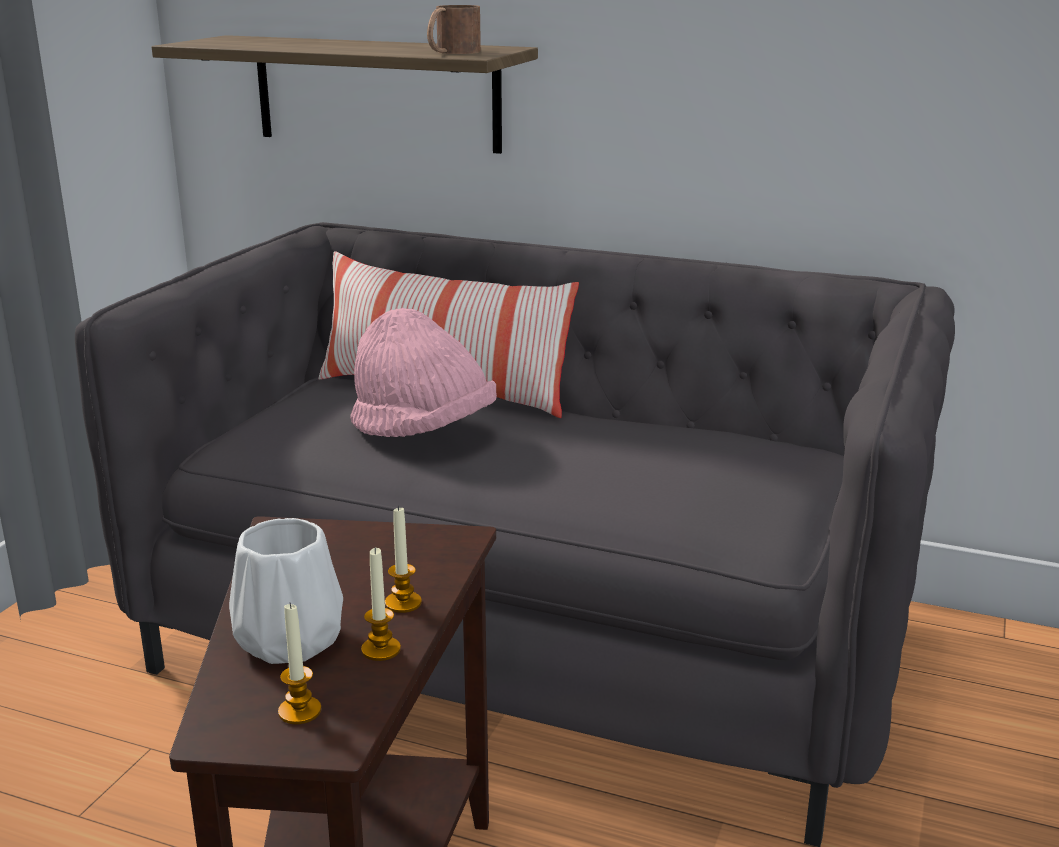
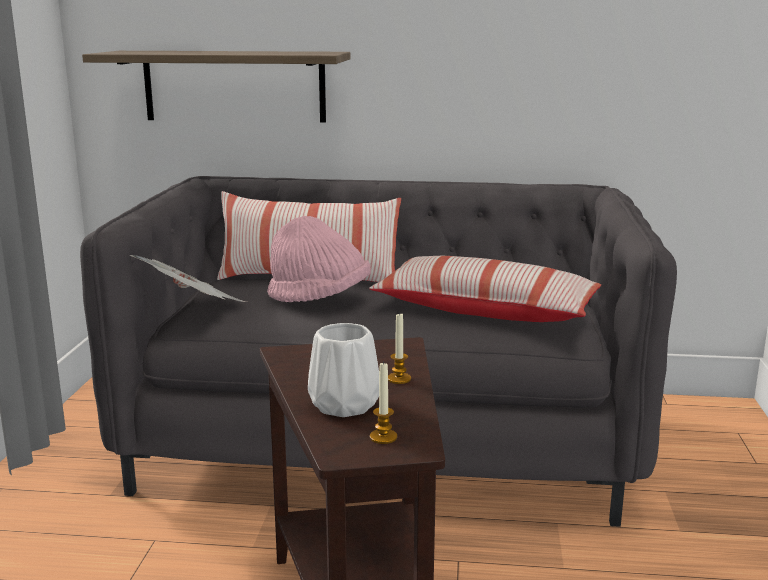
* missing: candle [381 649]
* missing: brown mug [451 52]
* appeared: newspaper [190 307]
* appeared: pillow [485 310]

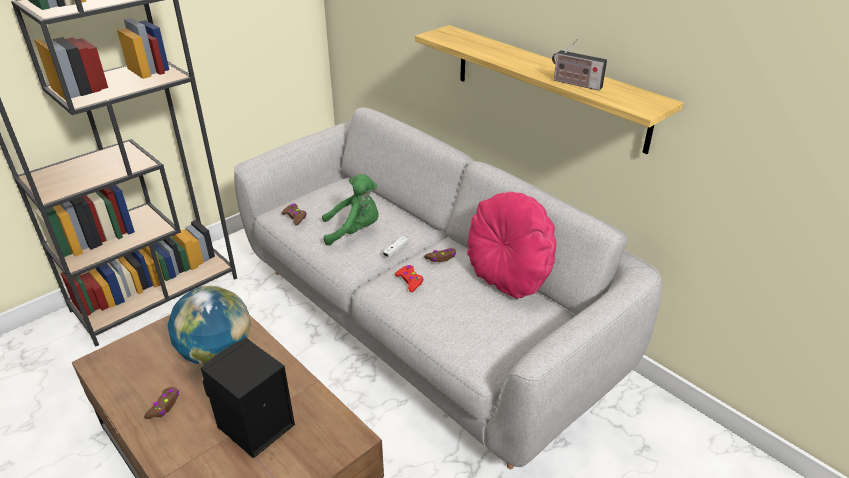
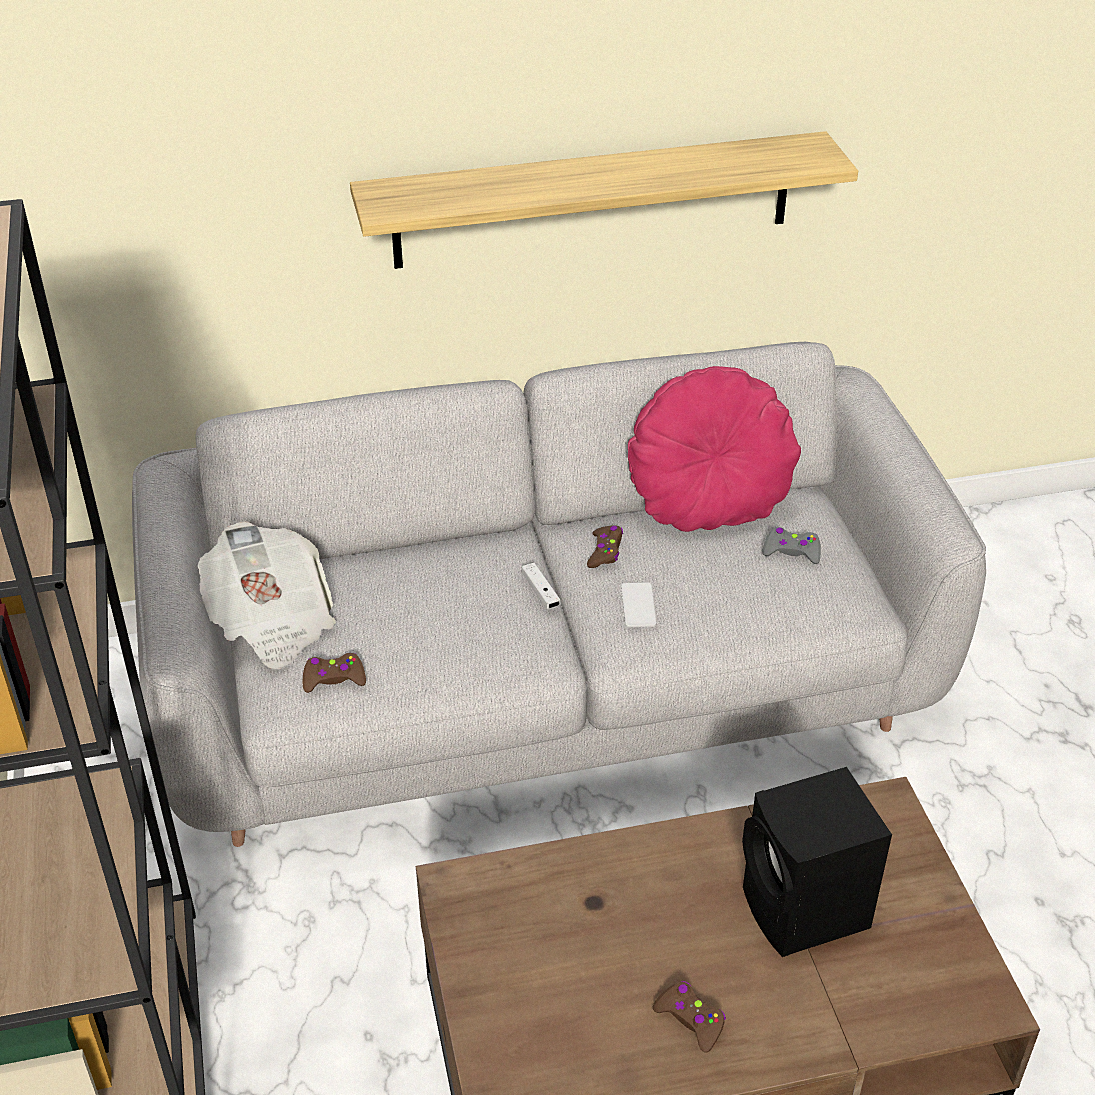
* missing: globe [217 353]
* missing: green plush toy [354 231]
* missing: radio [575 83]
* appeared: newspaper [271 621]
* appeared: grey game controller [791 551]
* exchanged: red game controller [410 281] to phone [638 606]

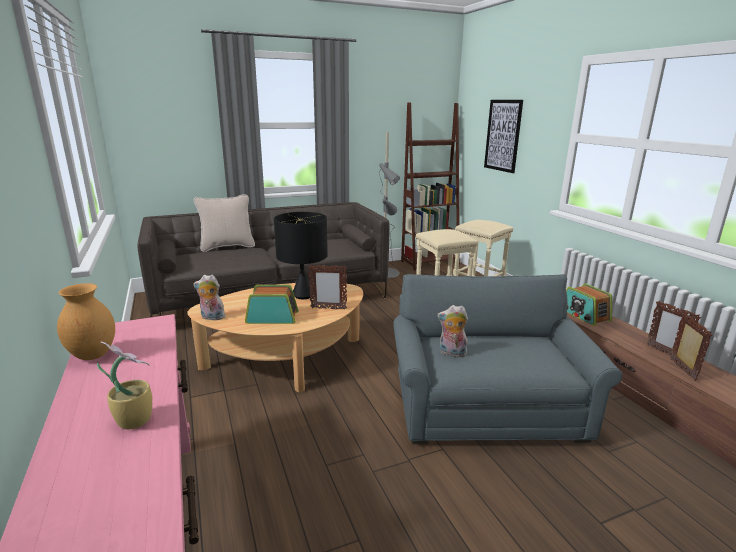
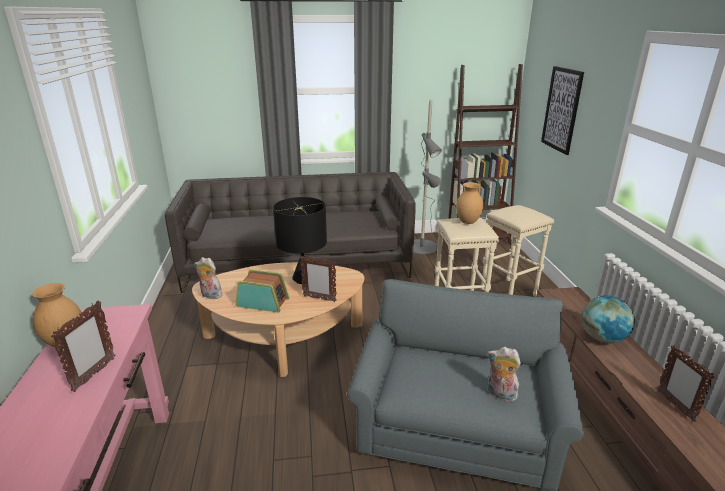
* missing: potted plant [134 419]
* missing: beige pillow [227 247]
* appeared: brown vase [467 222]
* relocated: plush toy [451 353] to [500 395]
* relocated: picture frame [682 370] to [94 374]
* exchanged: radio [584 315] to globe [602 338]

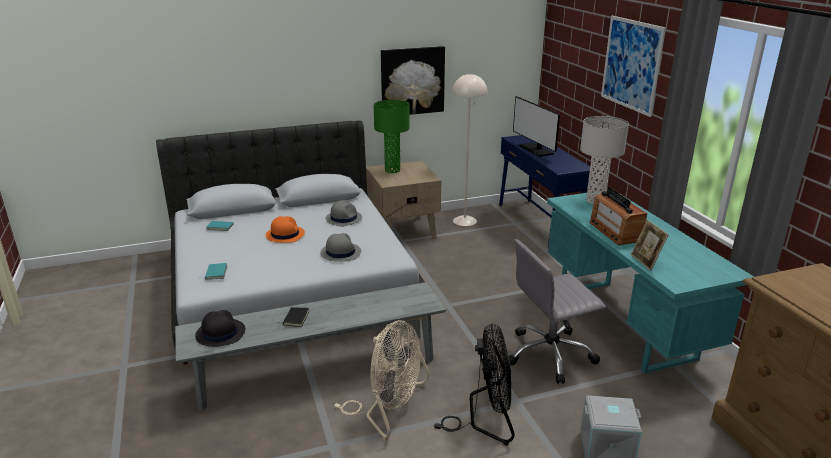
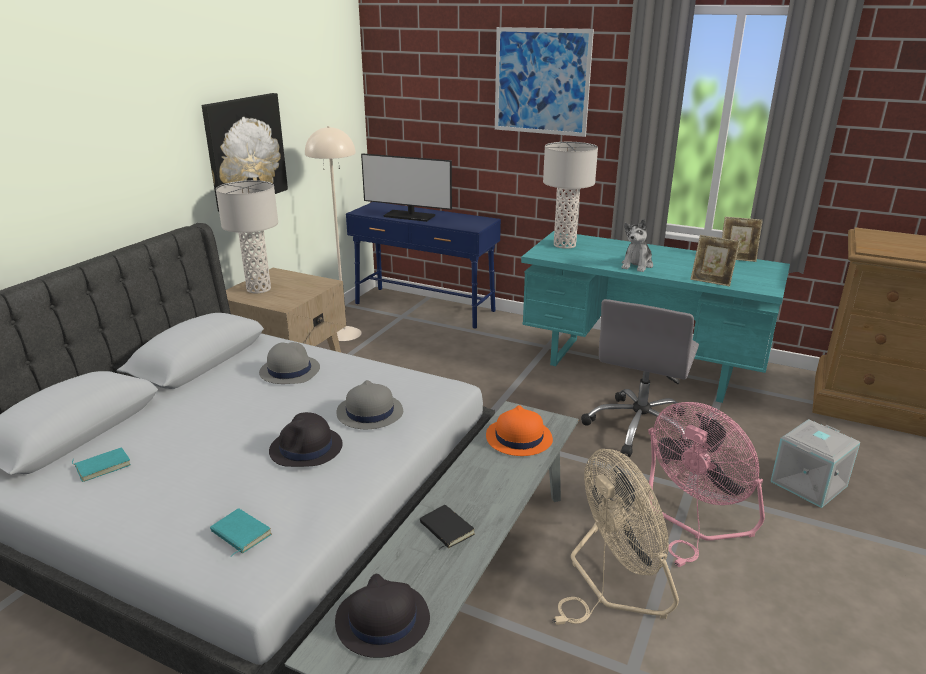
* appeared: black hat [306 449]
* appeared: picture frame [737 258]
* relocated: orange hat [285 234] to [518 438]
* exchanged: radio [615 231] to plush toy [637 265]
* colour: green table lamp [392 170] to white table lamp [258 289]
* colour: black fan [484 414] to pink fan [690 520]

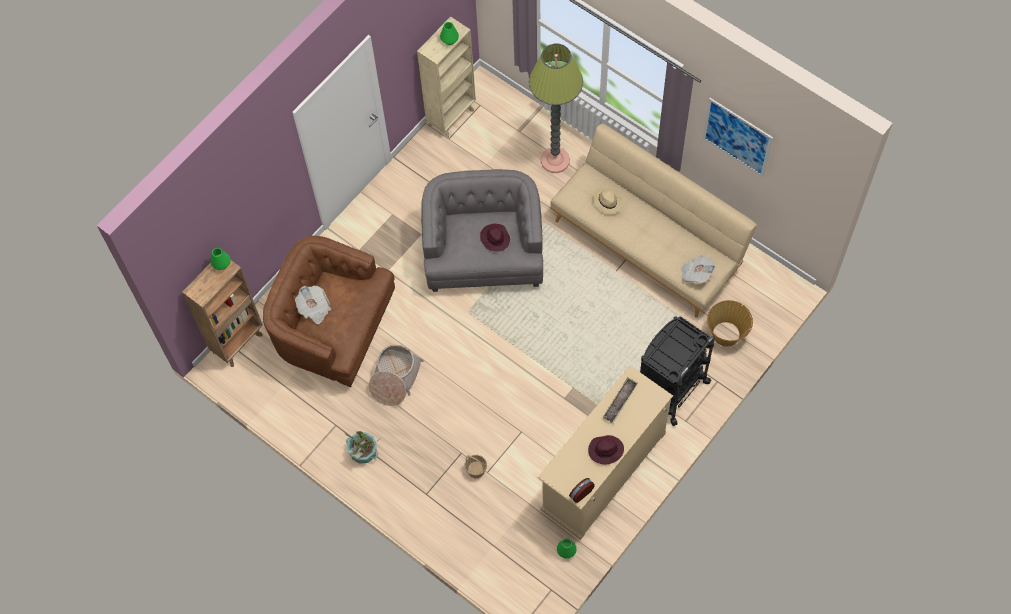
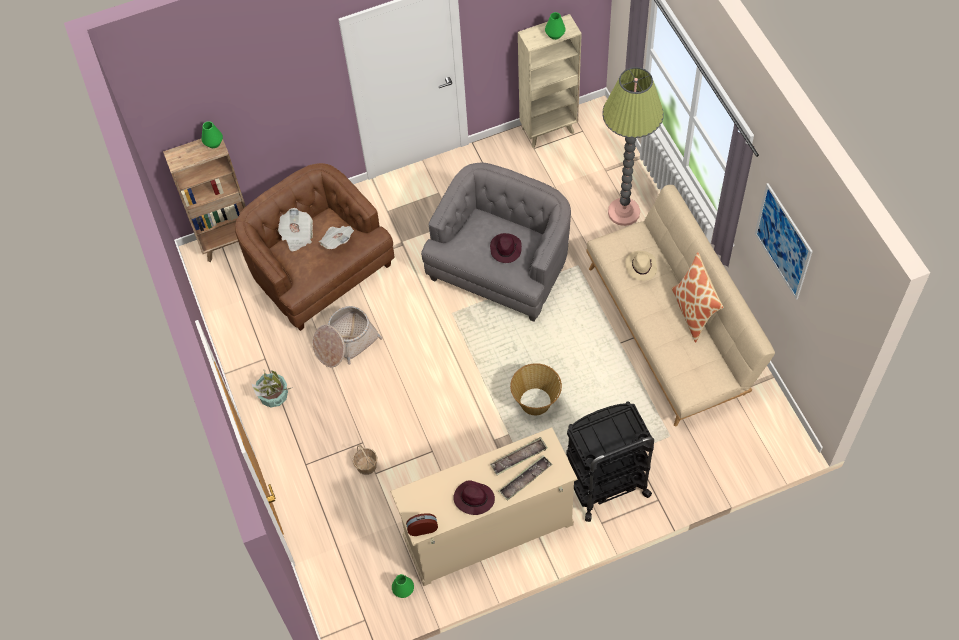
* appeared: tray [525 479]
* appeared: pillow [693 312]
* relocated: newspaper [696 273] to [337 241]
* relocated: basket [726 334] to [536 402]

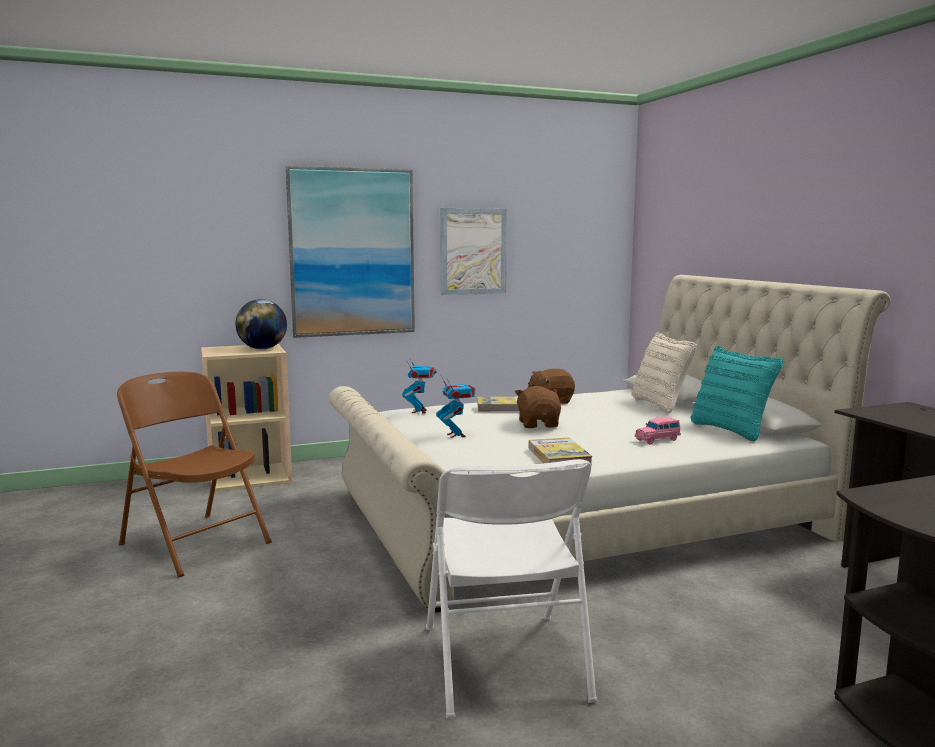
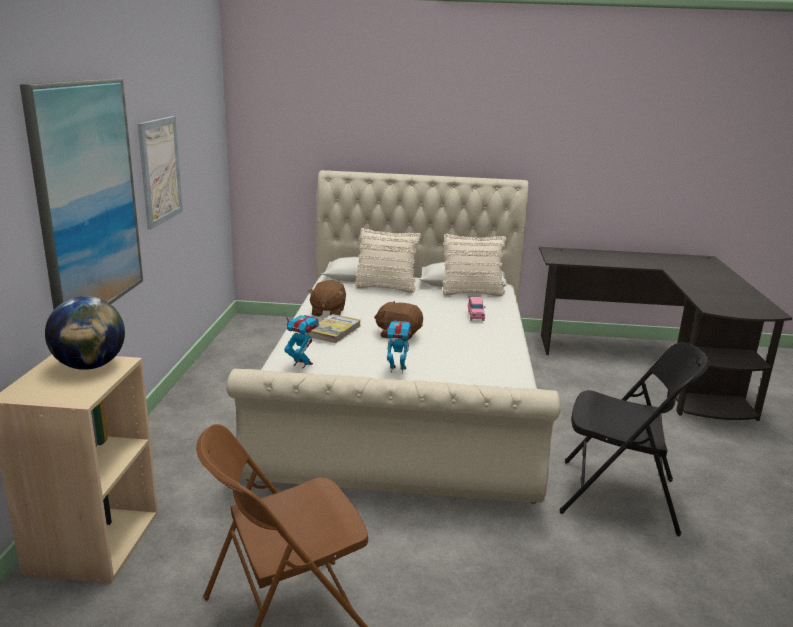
* missing: book [559 456]
* colour: white chair [503 662] to black chair [618 496]
* colour: turquoise pillow [731 431] to beige pillow [472 293]

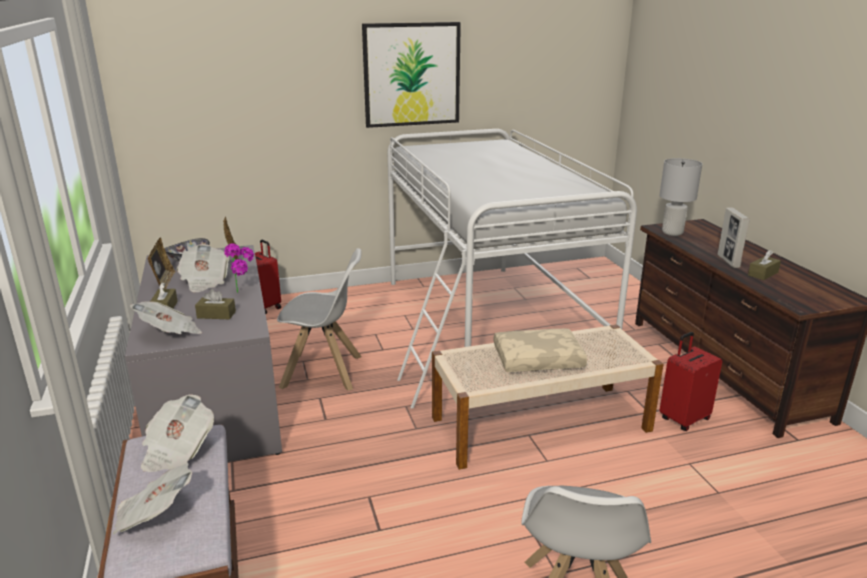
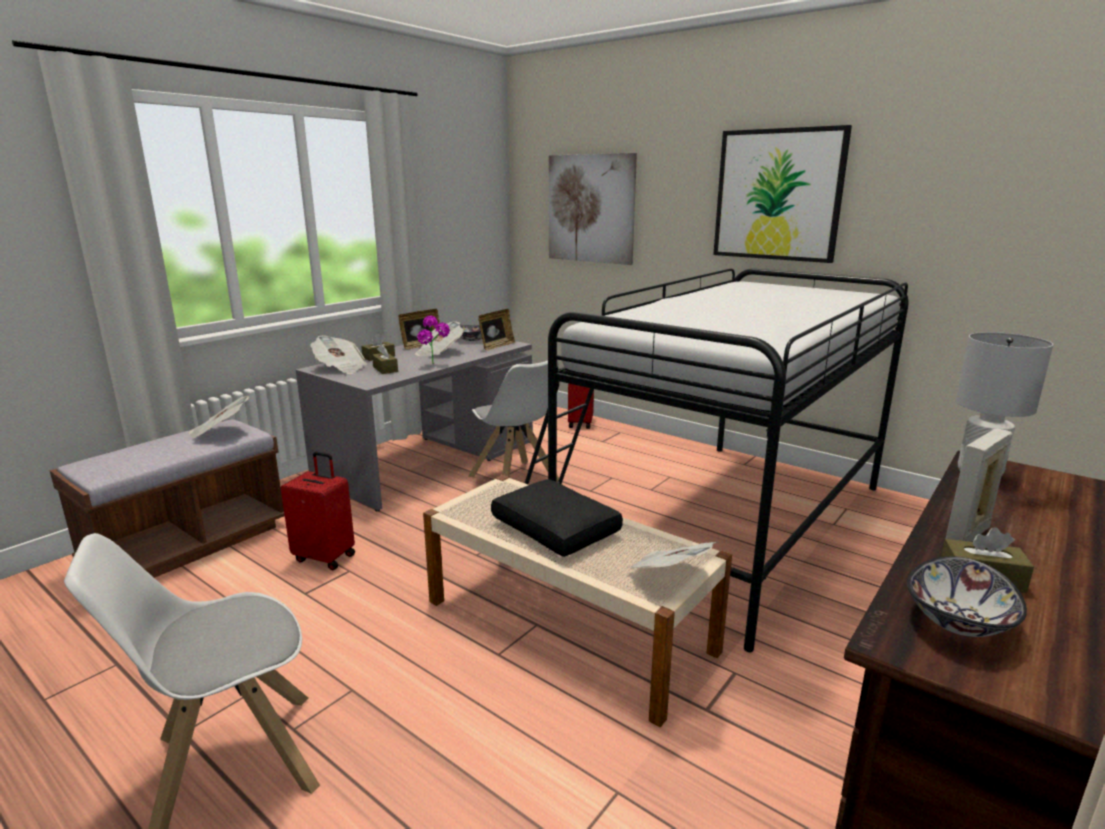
* appeared: picture [590 209]
* appeared: bowl [959 621]
* relocated: newspaper [154 515] to [669 575]
* relocated: red suitcase [683 418] to [325 557]
* colour: white bed [486 327] to black bed [724 523]
* colour: beige pillow [538 359] to black pillow [557 528]

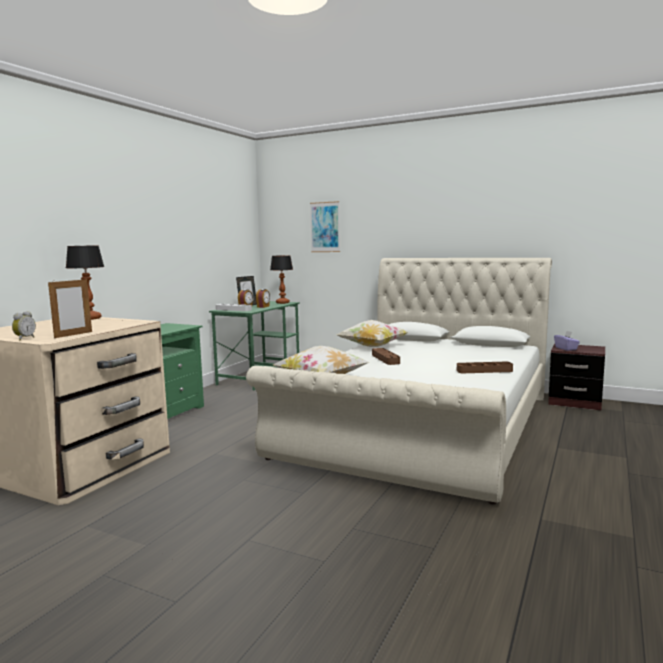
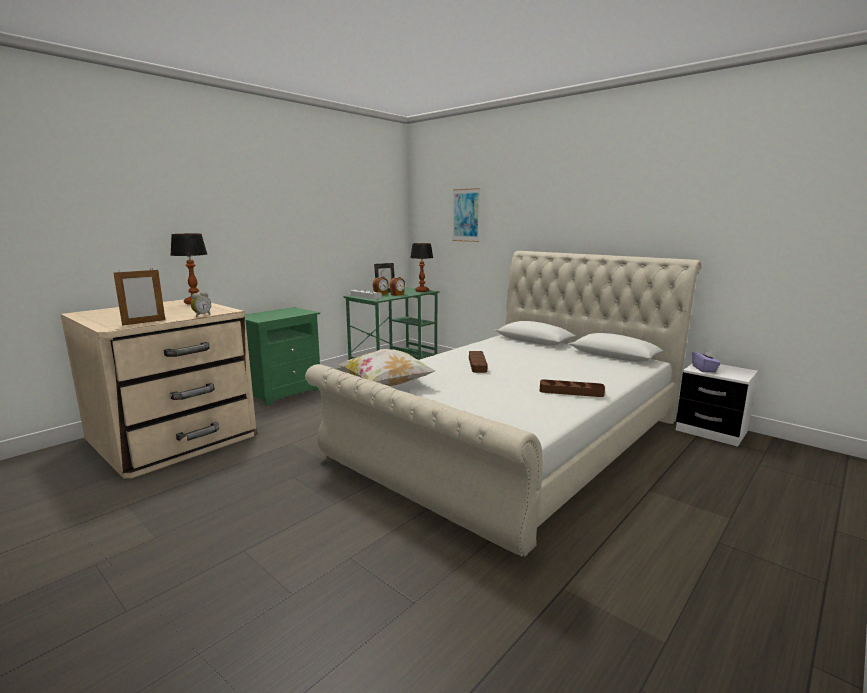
* missing: pillow [372 347]
* relocated: alarm clock [24 338] to [201 315]
* colour: brown nightstand [575 402] to white nightstand [711 431]

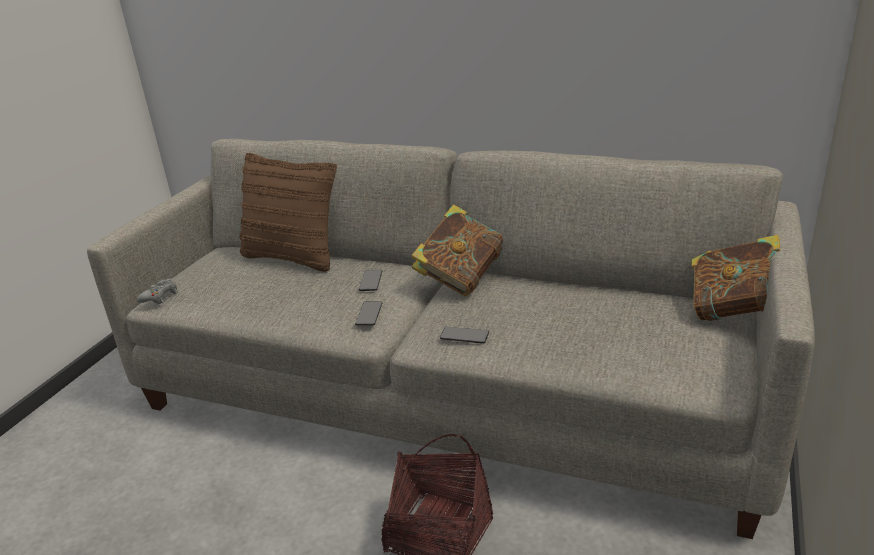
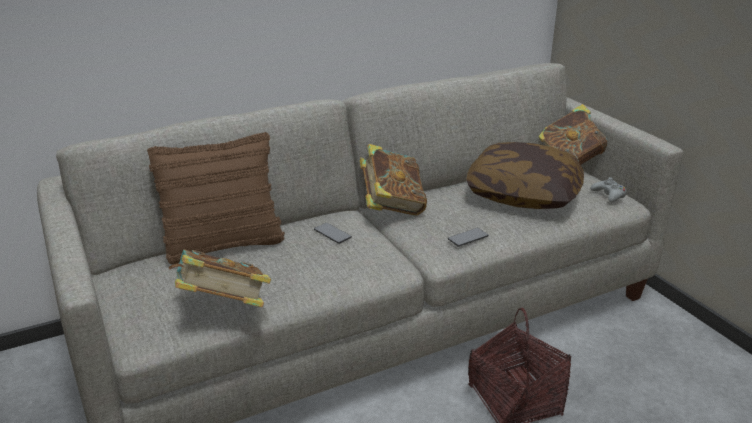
* missing: phone [369 314]
* appeared: book [223 307]
* appeared: pillow [523 194]
* relocated: grey game controller [160 297] to [609 195]

